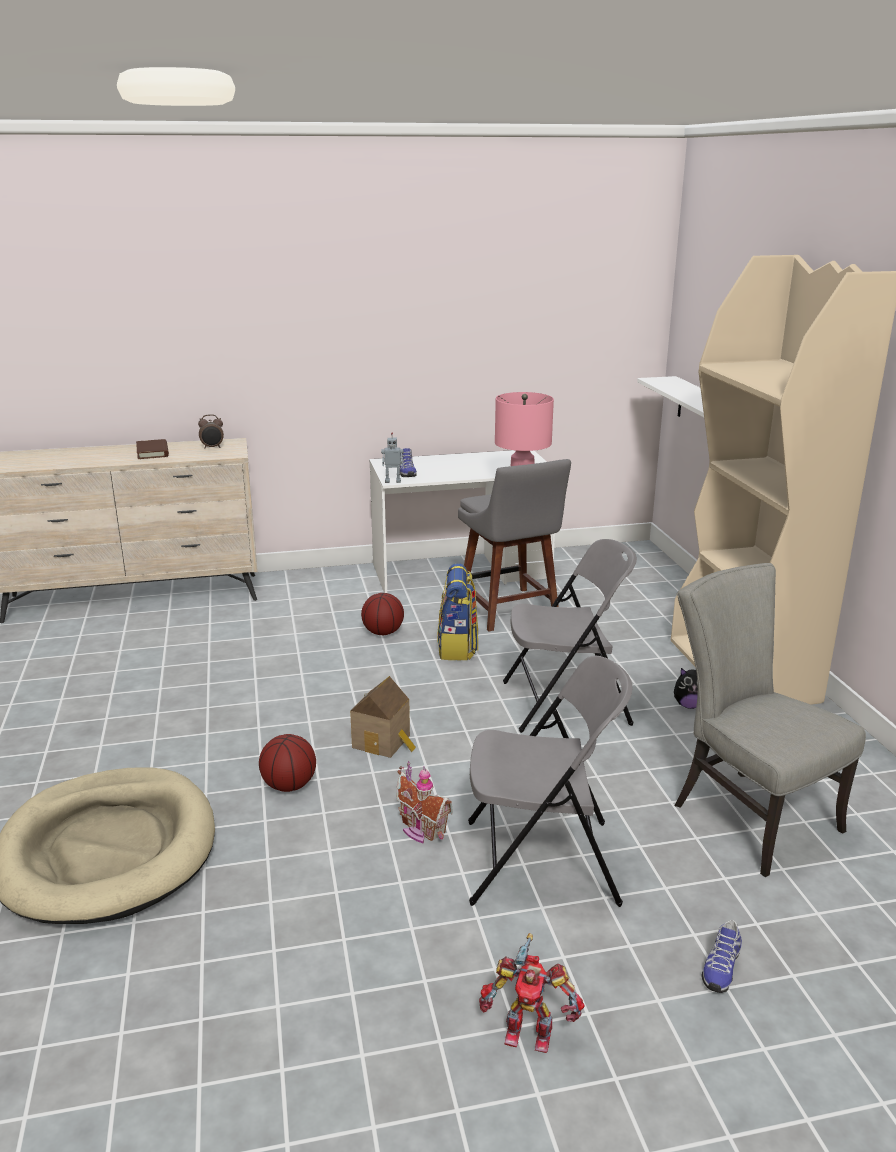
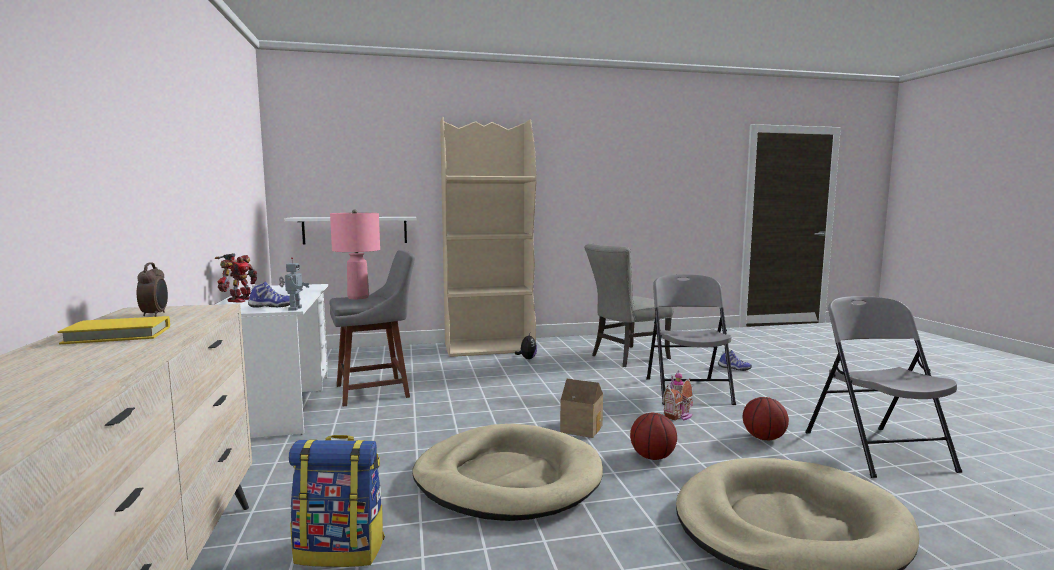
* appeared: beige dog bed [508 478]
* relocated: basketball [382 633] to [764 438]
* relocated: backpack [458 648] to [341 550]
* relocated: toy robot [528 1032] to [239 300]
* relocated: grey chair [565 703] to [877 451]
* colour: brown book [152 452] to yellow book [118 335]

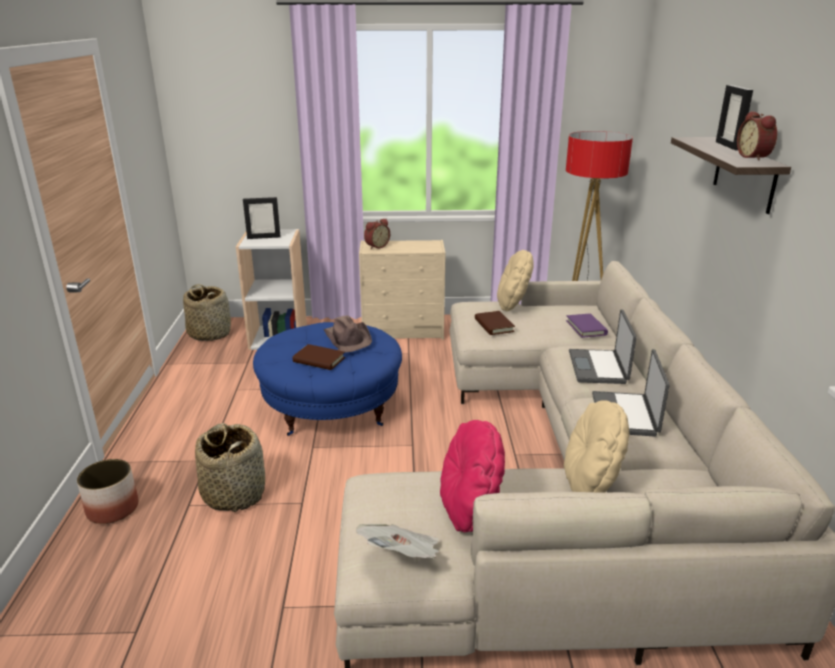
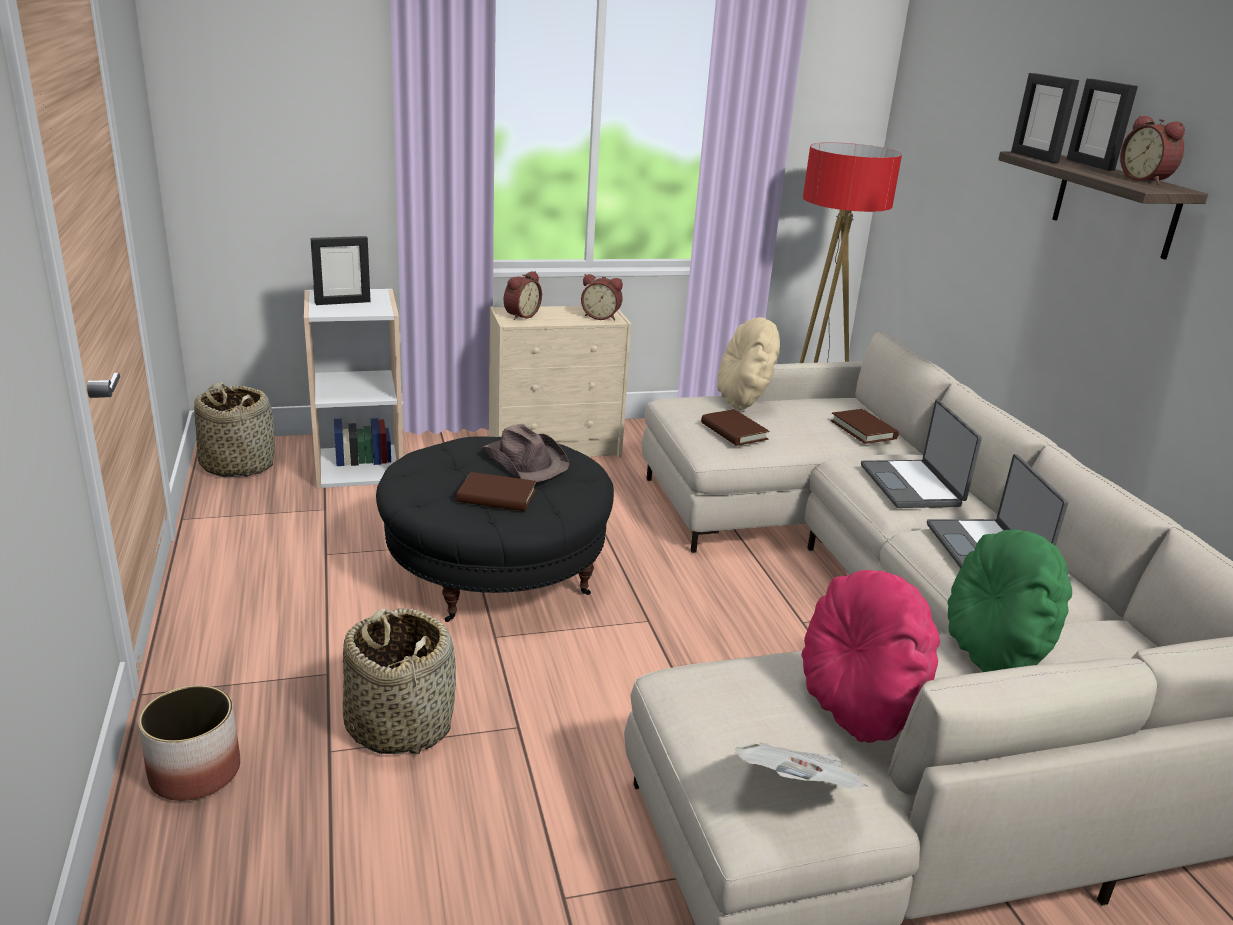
* appeared: alarm clock [601 316]
* appeared: picture frame [1035 157]
* colour: blue ottoman [331 406] to black ottoman [496 571]
* colour: beige pillow [590 486] to green pillow [991 656]
* colour: purple book [586 328] to brown book [863 430]

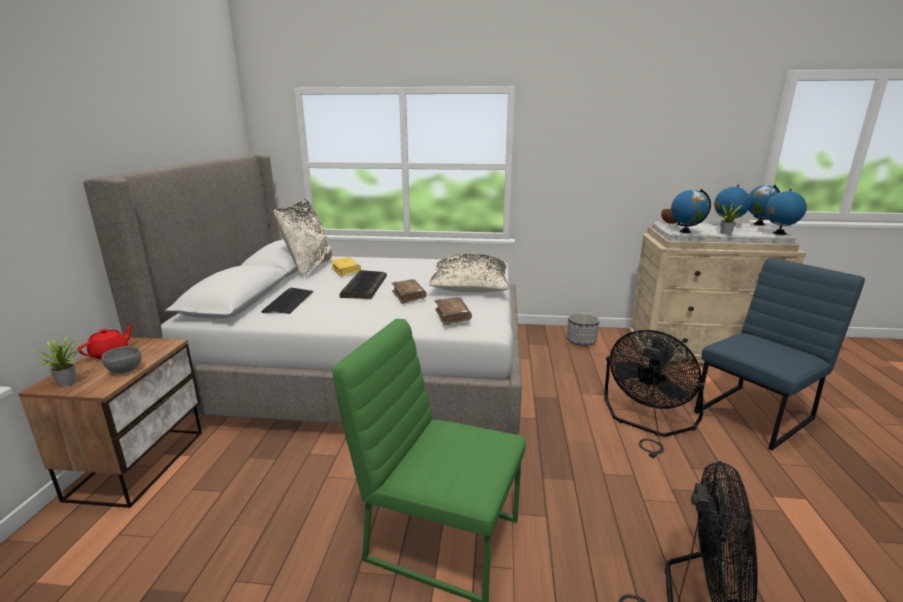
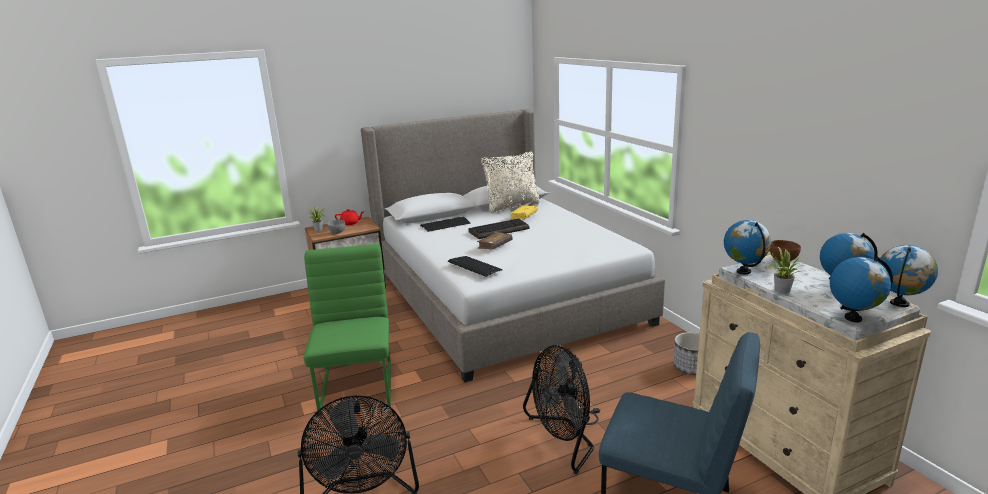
* missing: beige pillow [469 286]
* exchanged: brown book [452 316] to keyboard [474 266]
* spun: black fan [645 423] = [566 436] 150 degrees clockwise

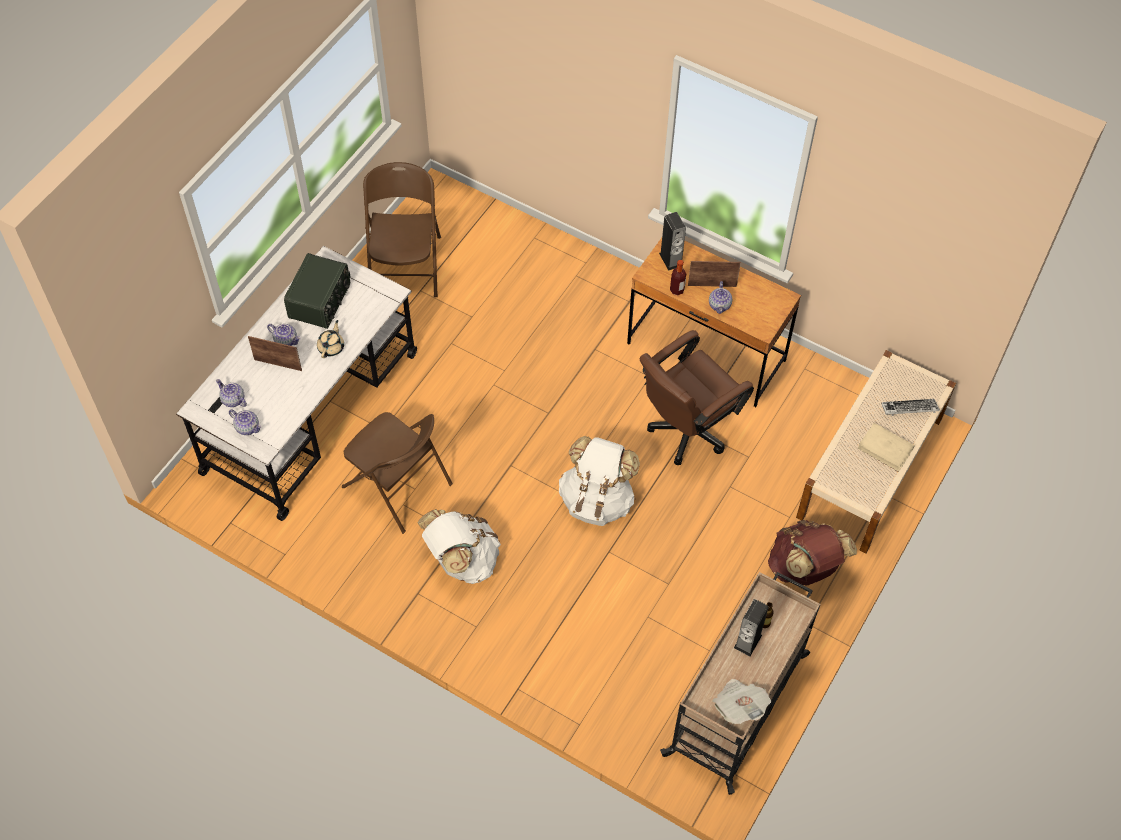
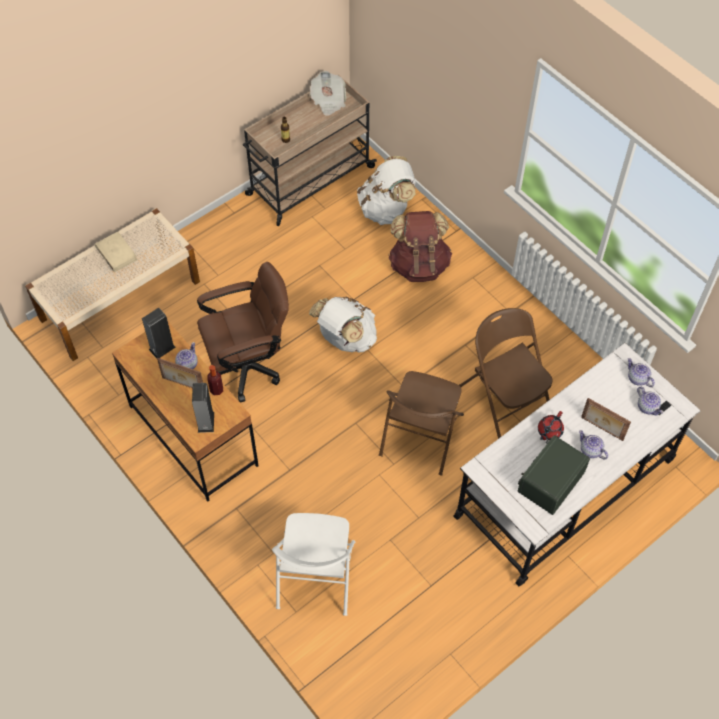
* missing: keyboard [909 409]
* appeared: white chair [315 574]
* relocated: brown chair [406 266] to [421 434]
* relocated: white backpack [462 560] to [386 209]
* relocated: speaker [748 641] to [162 348]
* relocated: brown backpack [804 568] to [419 265]
* colour: beige teapot [331 347] to red teapot [549 431]

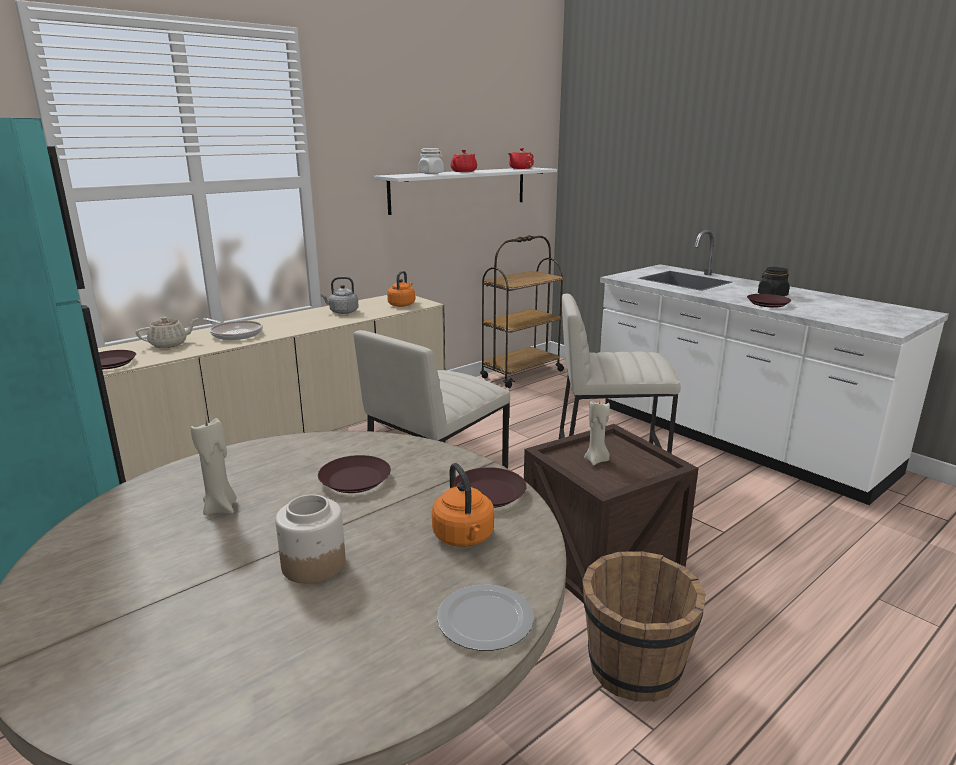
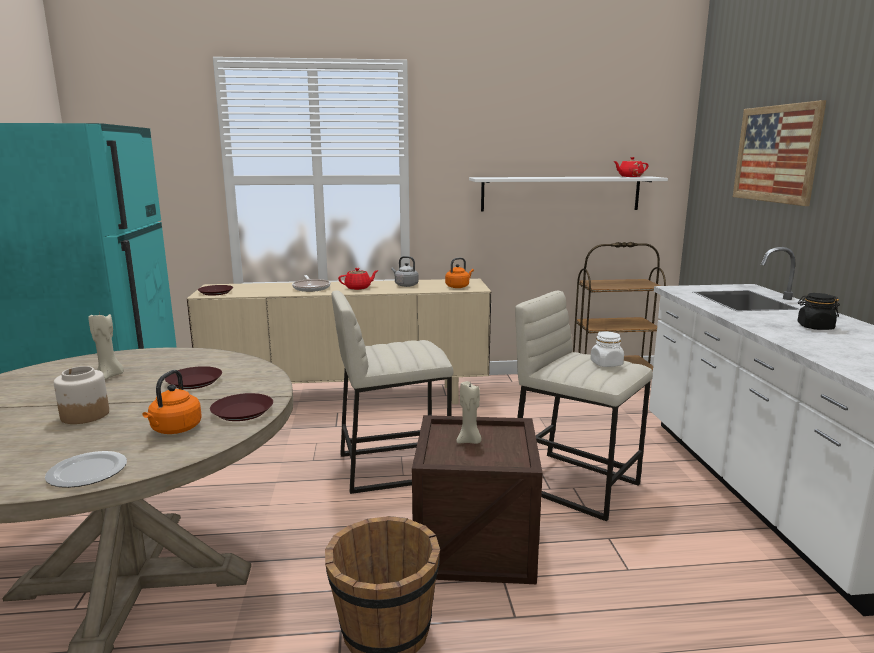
* missing: beige teapot [169 344]
* missing: brown plate [767 304]
* appeared: picture [776 154]
* relocated: white jar [431 173] to [606 364]
* relocated: red teapot [464 171] to [358 288]

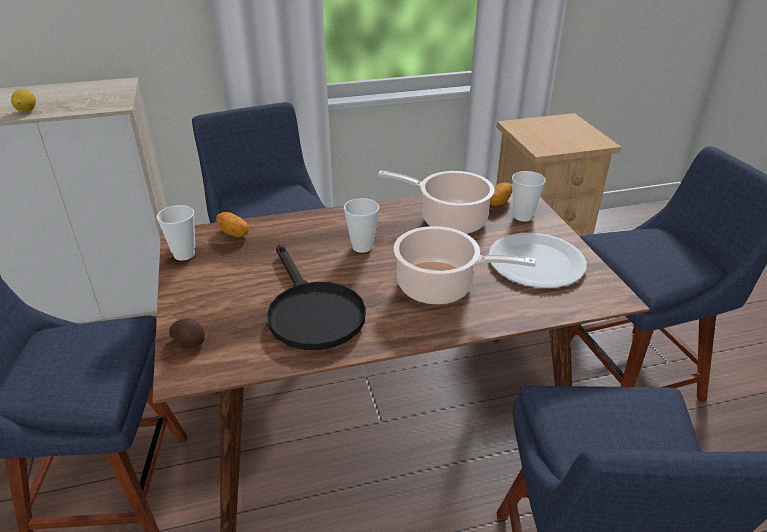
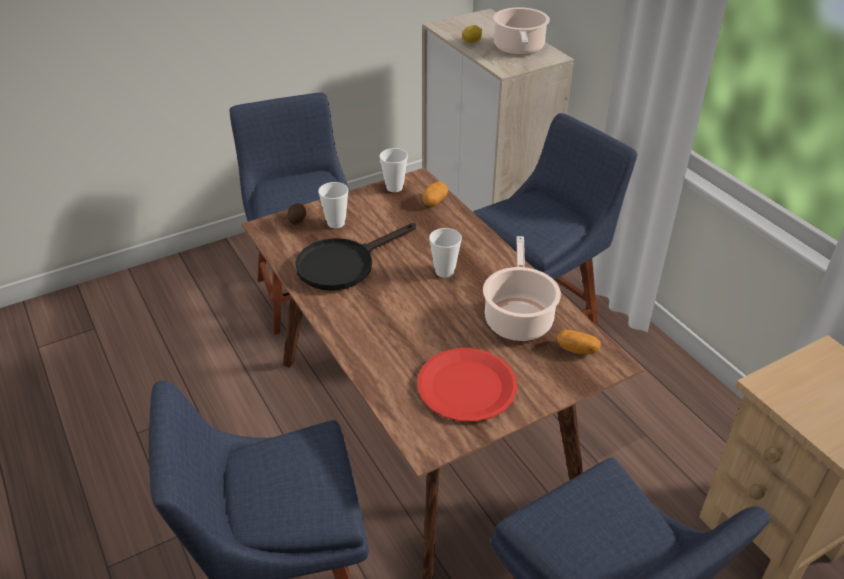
* relocated: cooking pot [440 287] to [519 49]
* relocated: cup [523 216] to [336 223]
* colour: white plate [536 262] to red plate [467 387]

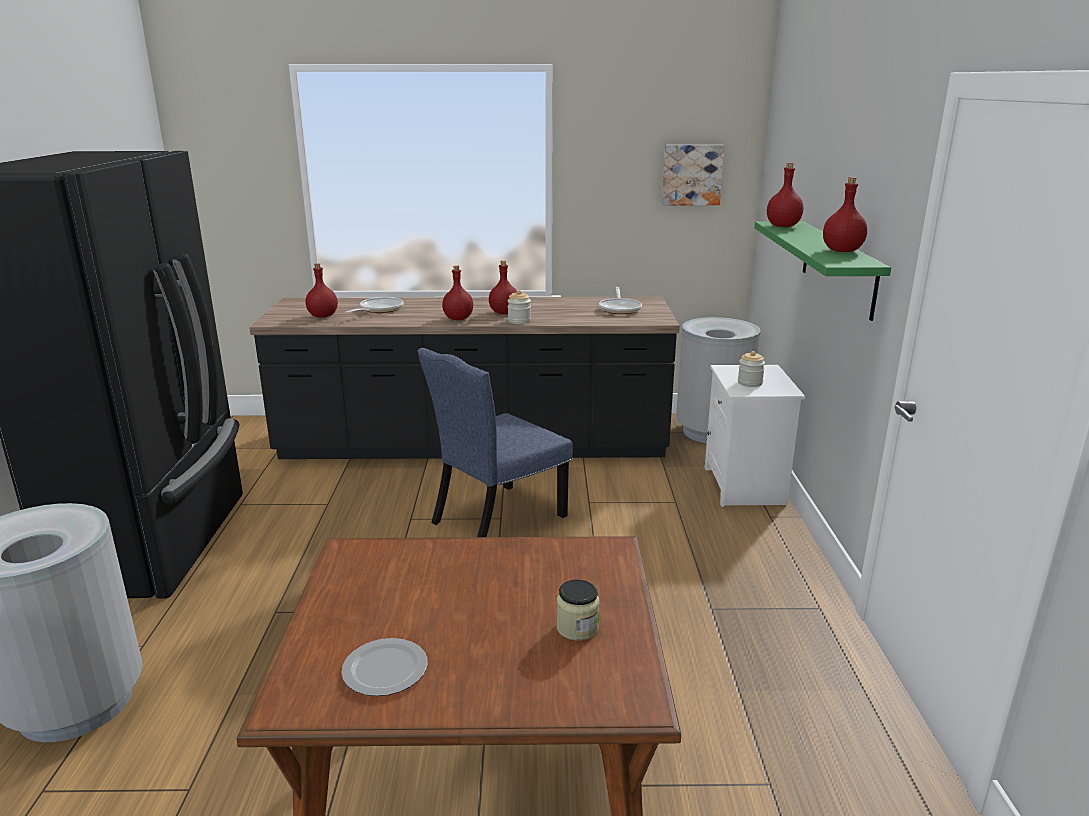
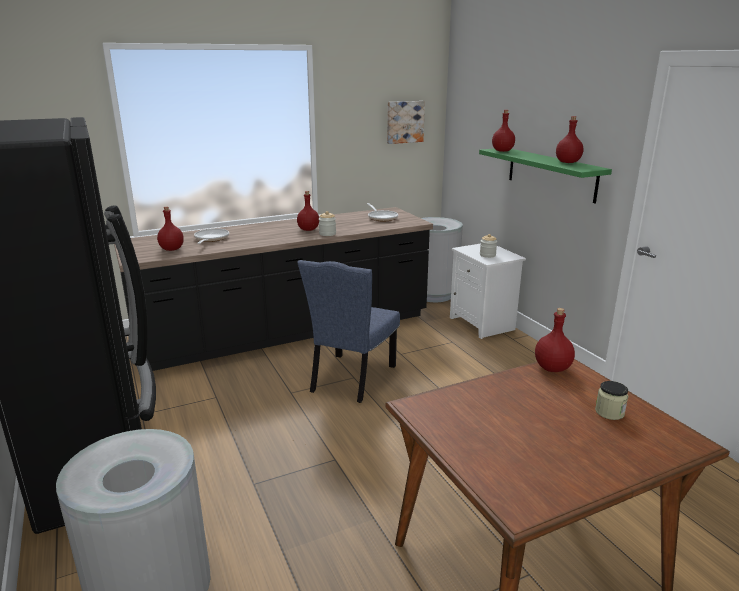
* missing: plate [386 669]
* relocated: red bottle [458 319] to [552 368]

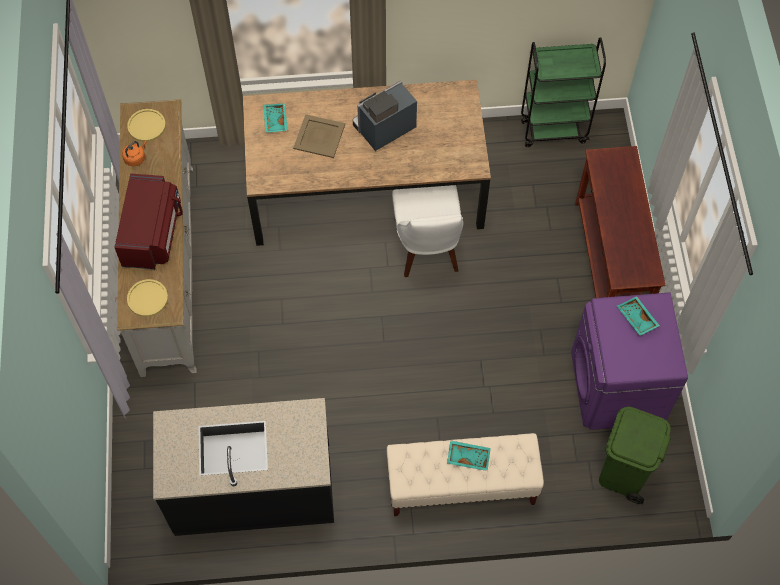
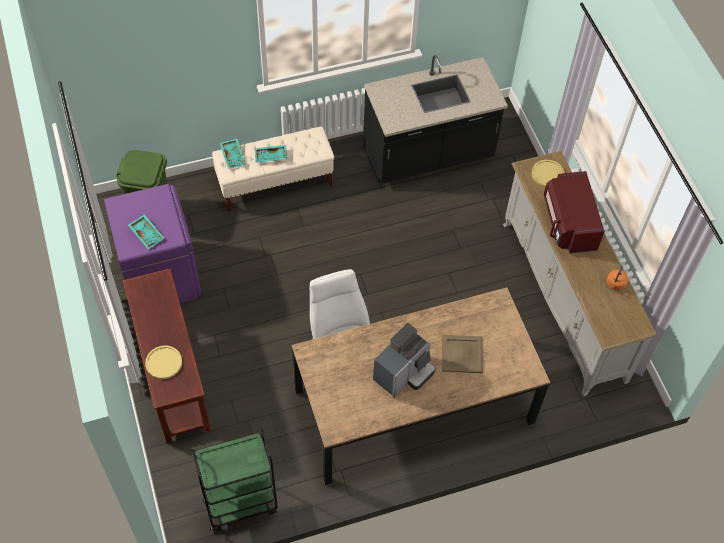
* relocated: yellow plate [146 126] to [164 363]
* relocated: turquoise tray [274 121] to [233 156]

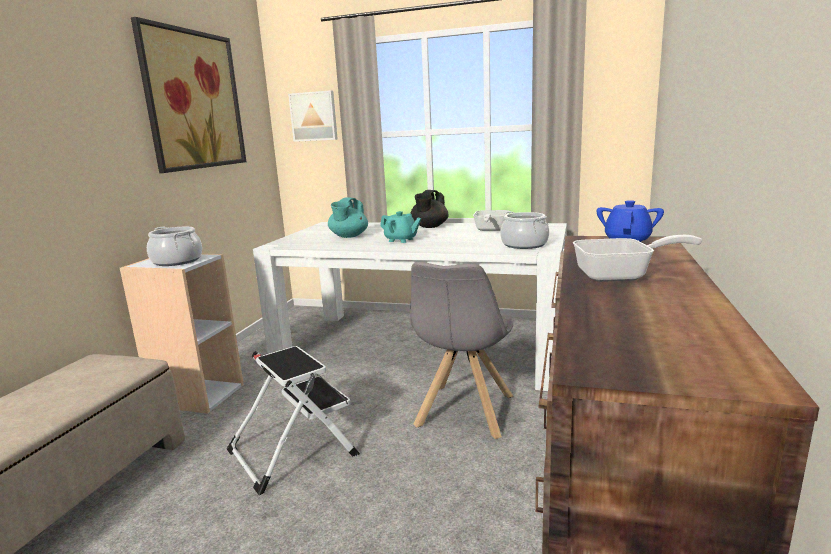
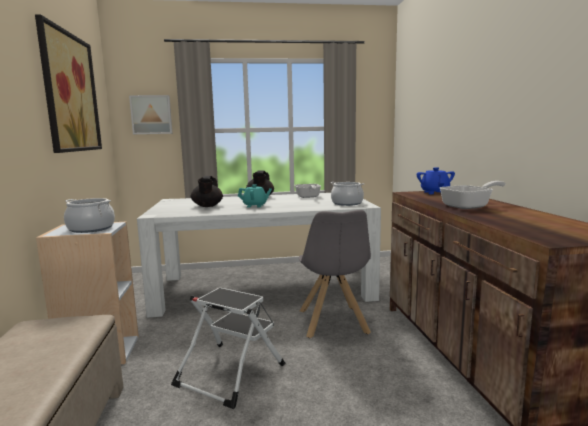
* colour: turquoise teapot [348 236] to black teapot [207 206]

